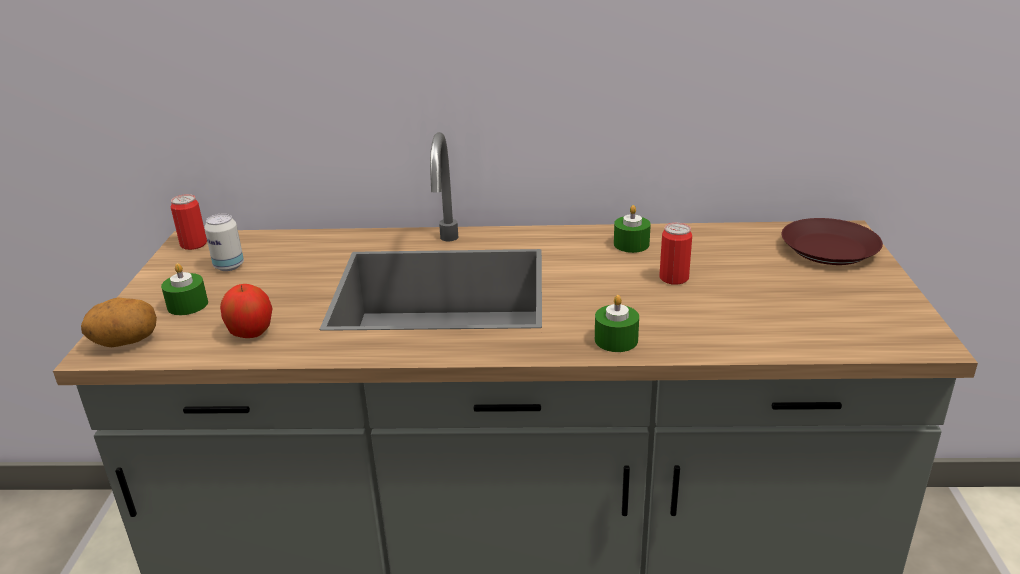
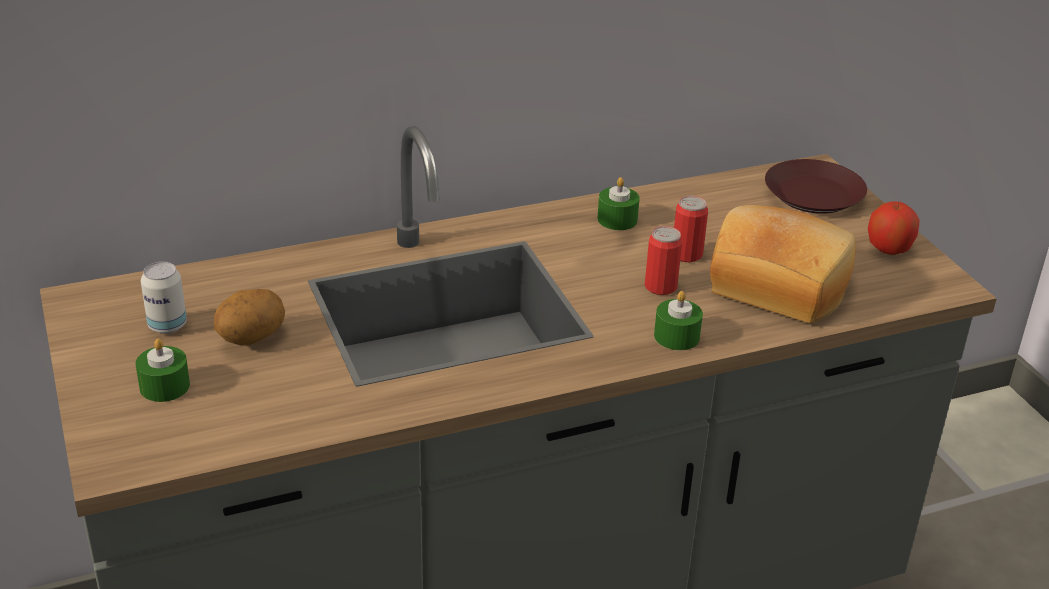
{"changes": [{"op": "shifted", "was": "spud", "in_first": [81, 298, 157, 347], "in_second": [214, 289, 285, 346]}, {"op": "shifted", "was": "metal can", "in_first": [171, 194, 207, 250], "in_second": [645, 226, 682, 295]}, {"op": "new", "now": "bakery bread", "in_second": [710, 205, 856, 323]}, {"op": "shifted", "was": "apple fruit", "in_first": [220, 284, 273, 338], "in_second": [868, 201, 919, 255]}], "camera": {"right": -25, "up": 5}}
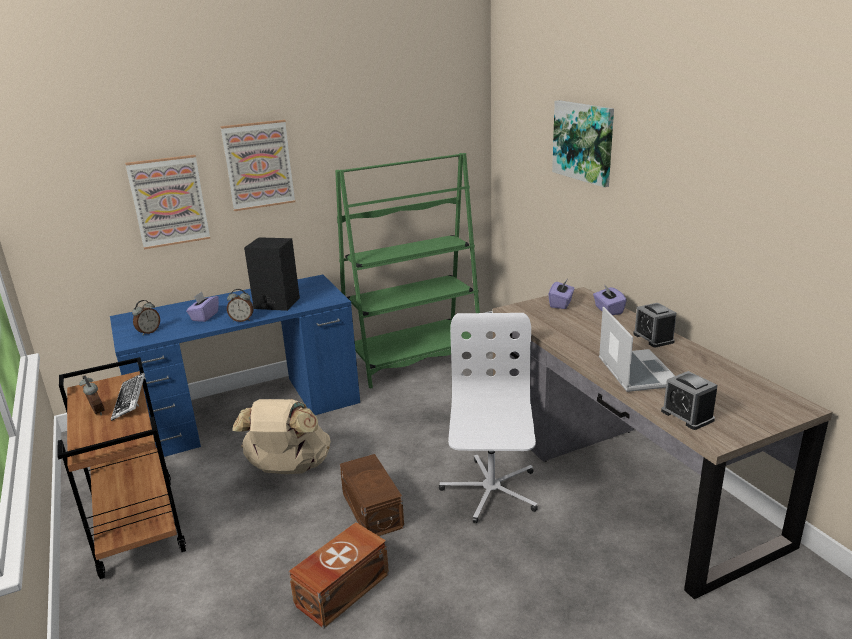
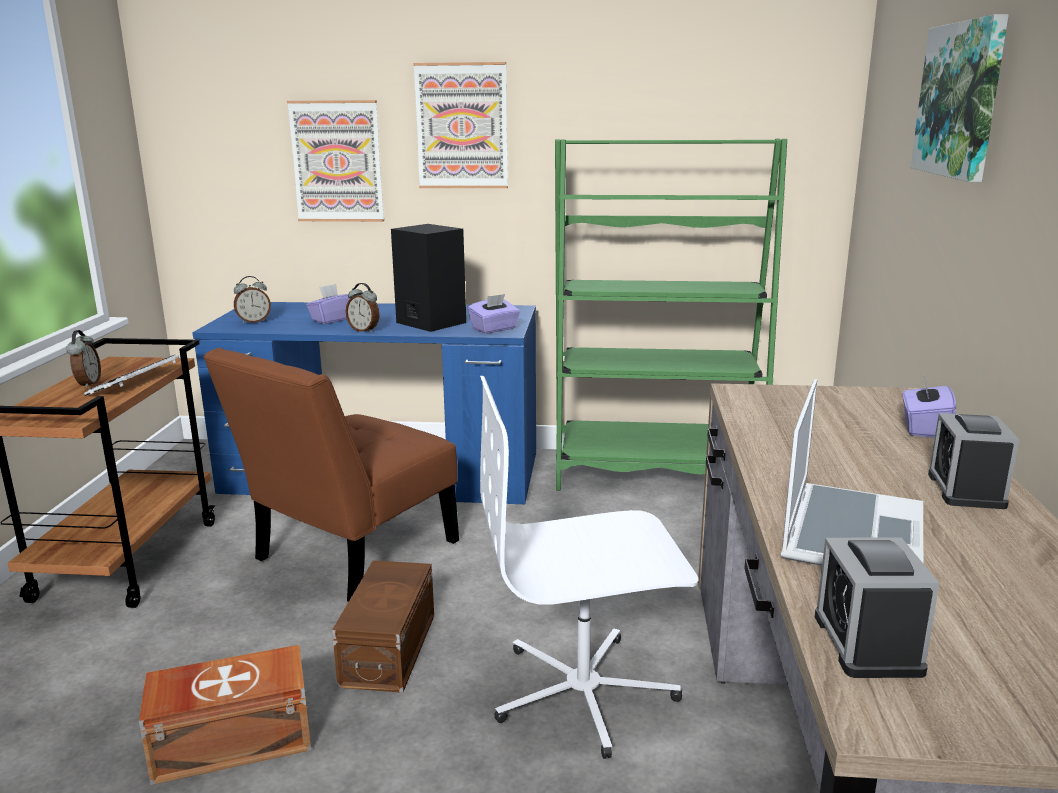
{"changes": [{"op": "swapped", "was": "beige-coloured backpack", "now": "brown upright chair", "in_first": [232, 399, 331, 474], "in_second": [204, 348, 459, 602]}, {"op": "shifted", "was": "purple tissue holder", "in_first": [548, 280, 575, 309], "in_second": [468, 294, 520, 334]}, {"op": "rotated", "was": "whitish desk chair", "in_first": [439, 313, 538, 523], "in_second": [480, 376, 698, 759], "clockwise": -135}], "camera": {"right": 30, "up": -5}}
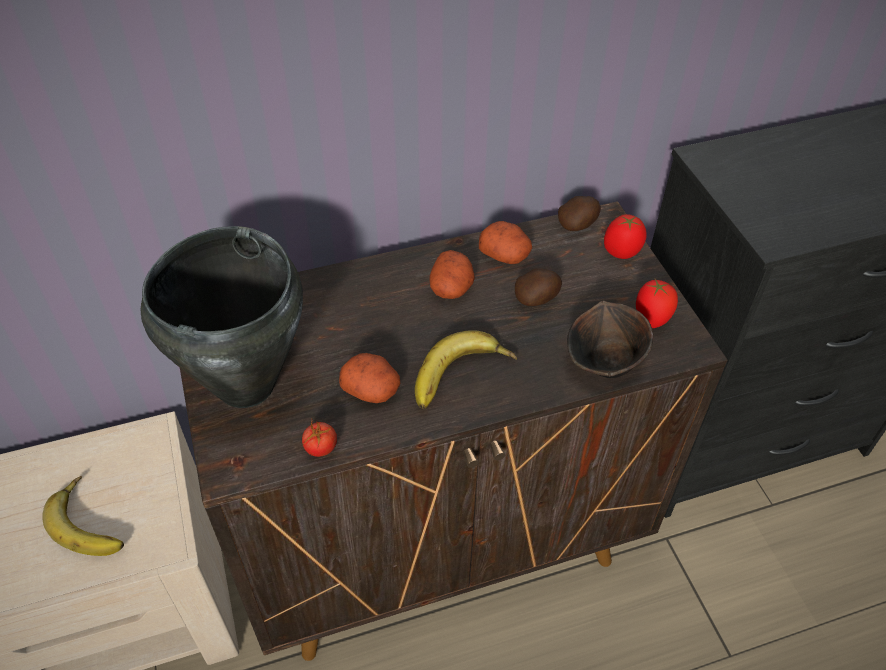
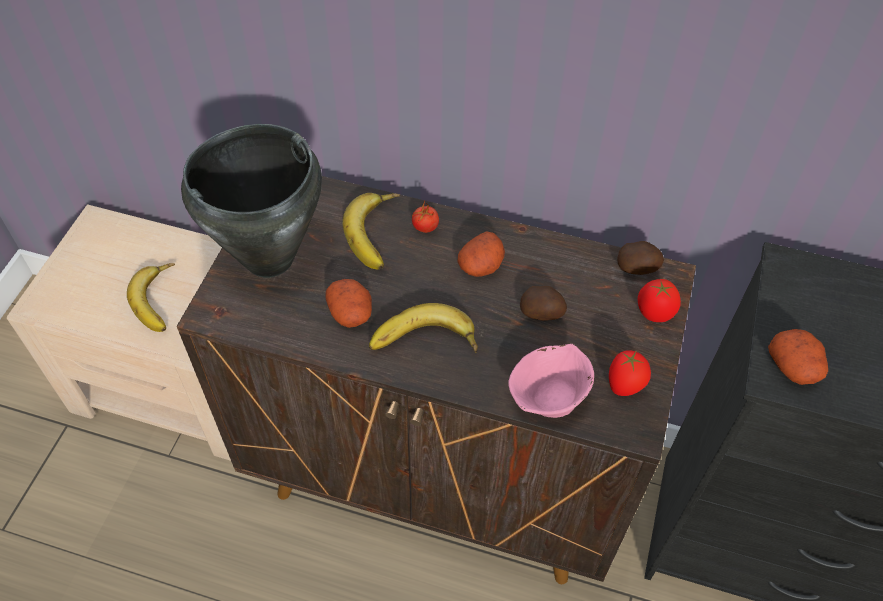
{"changes": [{"op": "new", "now": "banana", "in_second": [342, 193, 400, 269]}, {"op": "shifted", "was": "fresh tomato", "in_first": [302, 418, 337, 457], "in_second": [412, 201, 439, 233]}, {"op": "repainted", "was": "brown serving bowl", "now": "pink-coloured serving bowl", "in_first": [567, 301, 653, 378], "in_second": [508, 344, 594, 418]}, {"op": "shifted", "was": "spud", "in_first": [479, 221, 532, 264], "in_second": [768, 329, 828, 385]}], "camera": {"right": 35, "up": 5}}
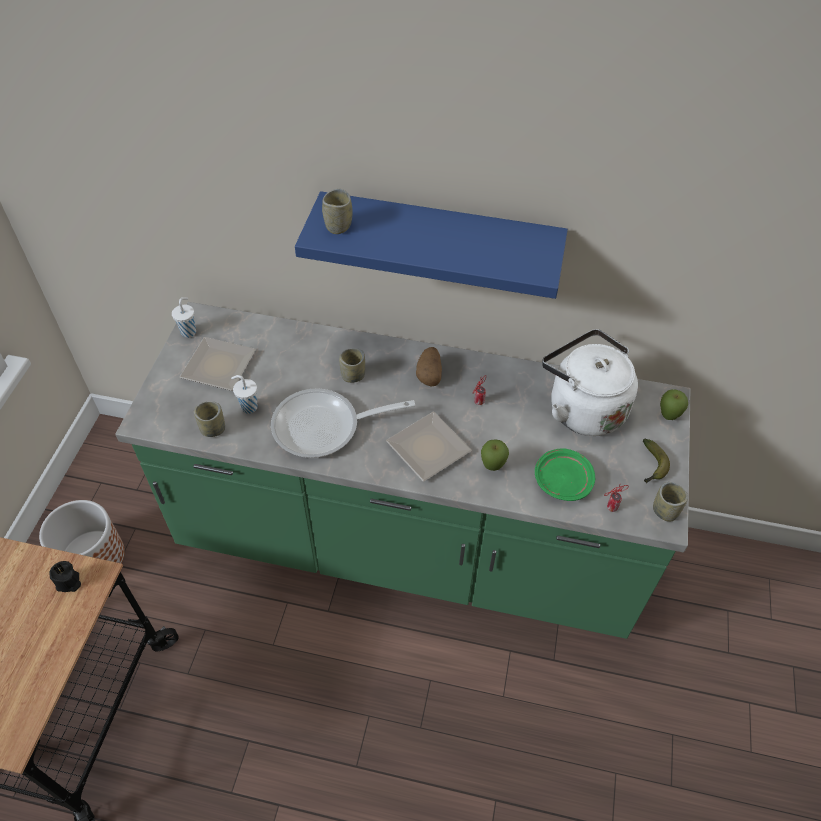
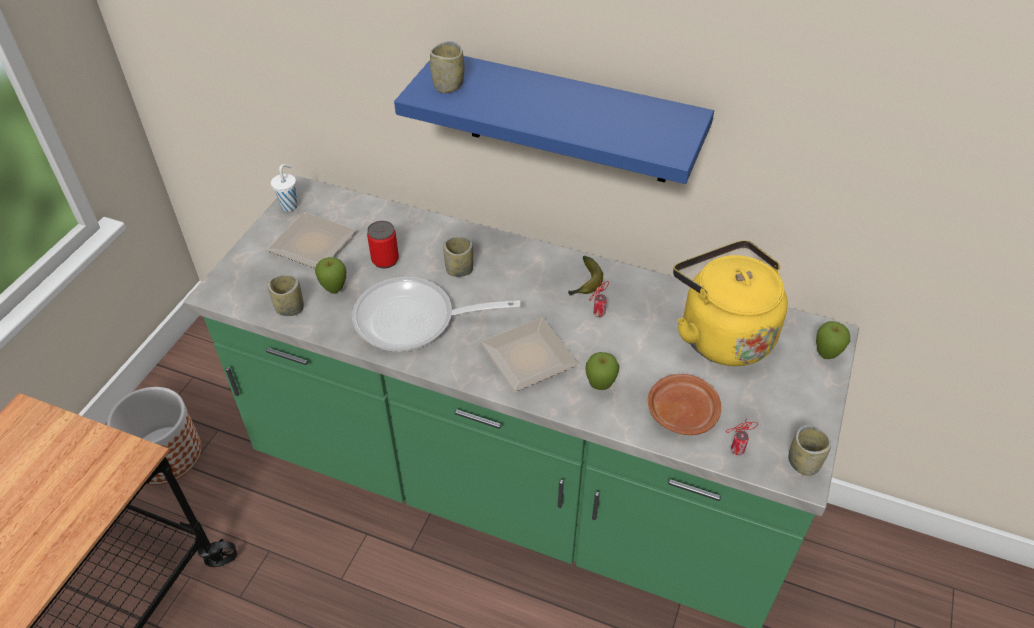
{"changes": [{"op": "swapped", "was": "whitish small cup", "now": "apple fruit", "in_first": [231, 375, 258, 414], "in_second": [315, 257, 346, 294]}, {"op": "new", "now": "metal can", "in_second": [367, 221, 399, 269]}, {"op": "shifted", "was": "banana", "in_first": [643, 439, 670, 483], "in_second": [568, 256, 603, 296]}, {"op": "repainted", "was": "green dinner plate", "now": "brown dinner plate", "in_first": [535, 448, 595, 501], "in_second": [648, 374, 721, 435]}, {"op": "repainted", "was": "whitish tea kettle", "now": "yellow-coloured tea kettle", "in_first": [542, 329, 638, 436], "in_second": [673, 240, 788, 366]}, {"op": "gone", "was": "black-coloured candle", "in_first": [49, 561, 81, 592]}, {"op": "gone", "was": "spud", "in_first": [416, 347, 442, 386]}], "camera": {"right": 10, "up": -5}}
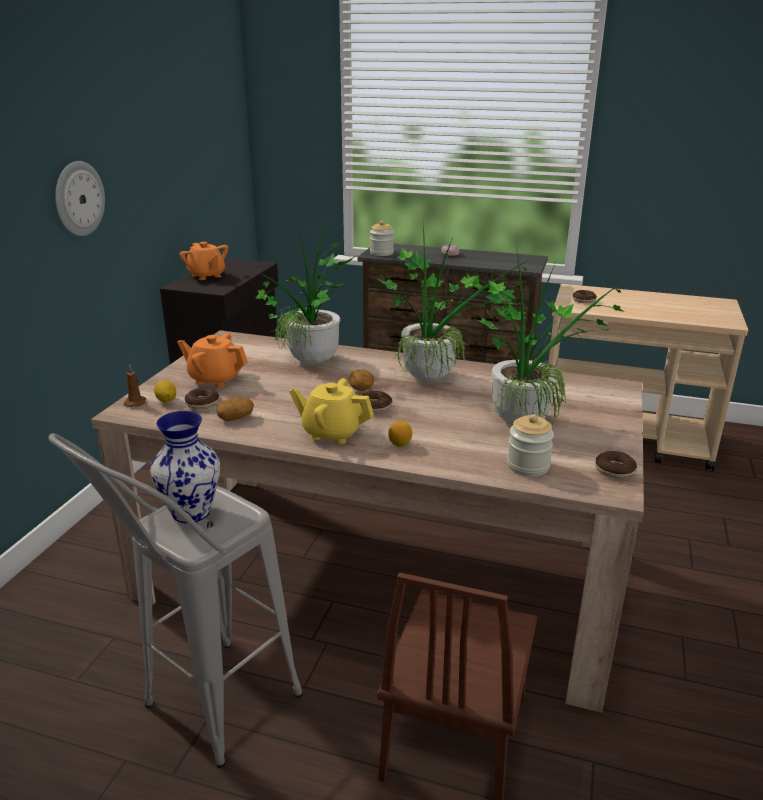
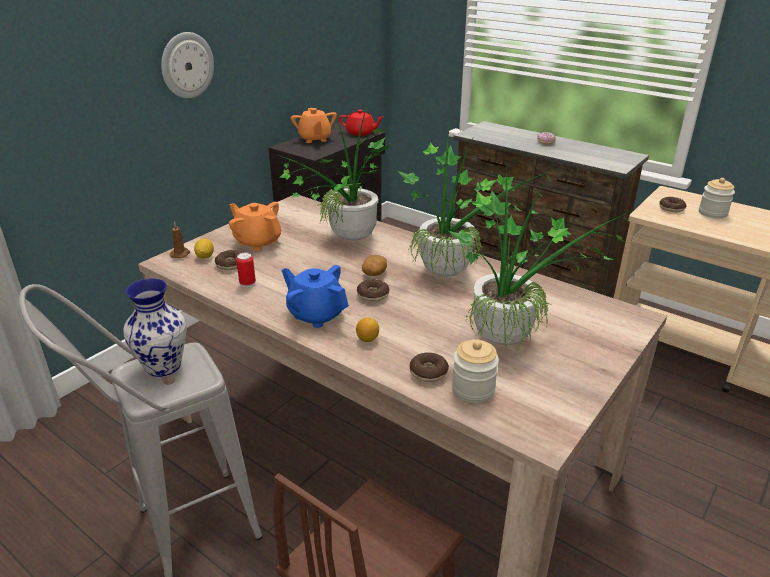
{"changes": [{"op": "swapped", "was": "spud", "now": "metal can", "in_first": [216, 398, 254, 421], "in_second": [236, 252, 256, 288]}, {"op": "repainted", "was": "yellow-coloured pot for tea", "now": "blue pot for tea", "in_first": [289, 378, 374, 444], "in_second": [282, 265, 349, 328]}, {"op": "new", "now": "red pot for tea", "in_second": [339, 109, 384, 136]}, {"op": "shifted", "was": "donut", "in_first": [595, 451, 637, 478], "in_second": [410, 352, 449, 382]}, {"op": "shifted", "was": "preserve jar", "in_first": [370, 221, 394, 256], "in_second": [699, 178, 735, 218]}], "camera": {"right": 20, "up": 5}}
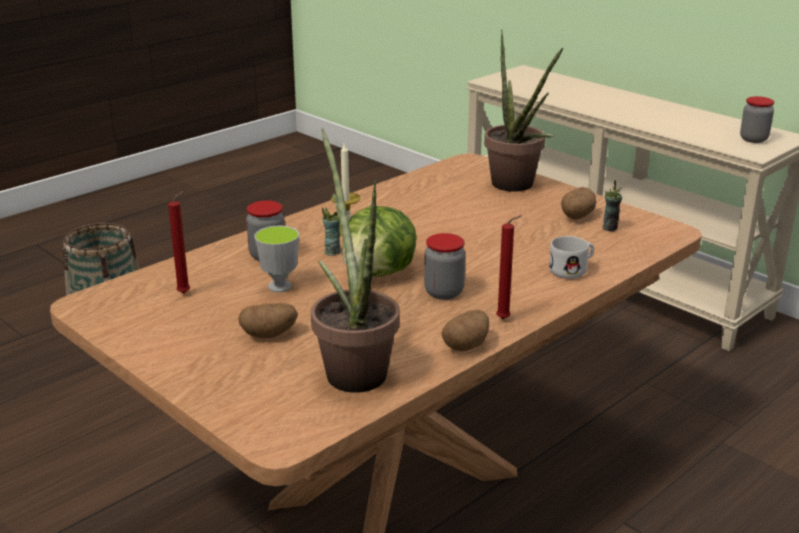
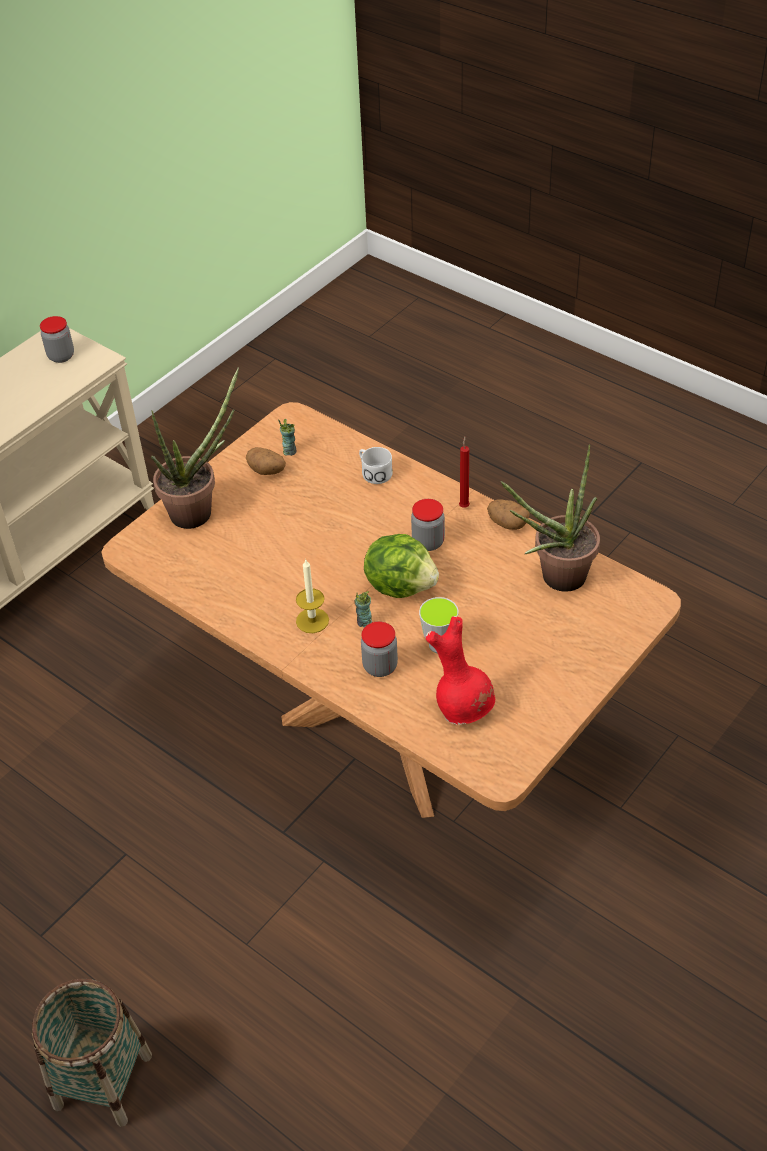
{"changes": [{"op": "swapped", "was": "red candle", "now": "red decorative vase", "in_first": [168, 191, 190, 294], "in_second": [426, 616, 495, 725]}, {"op": "gone", "was": "spud", "in_first": [239, 303, 298, 338]}], "camera": {"right": -95, "up": 20}}
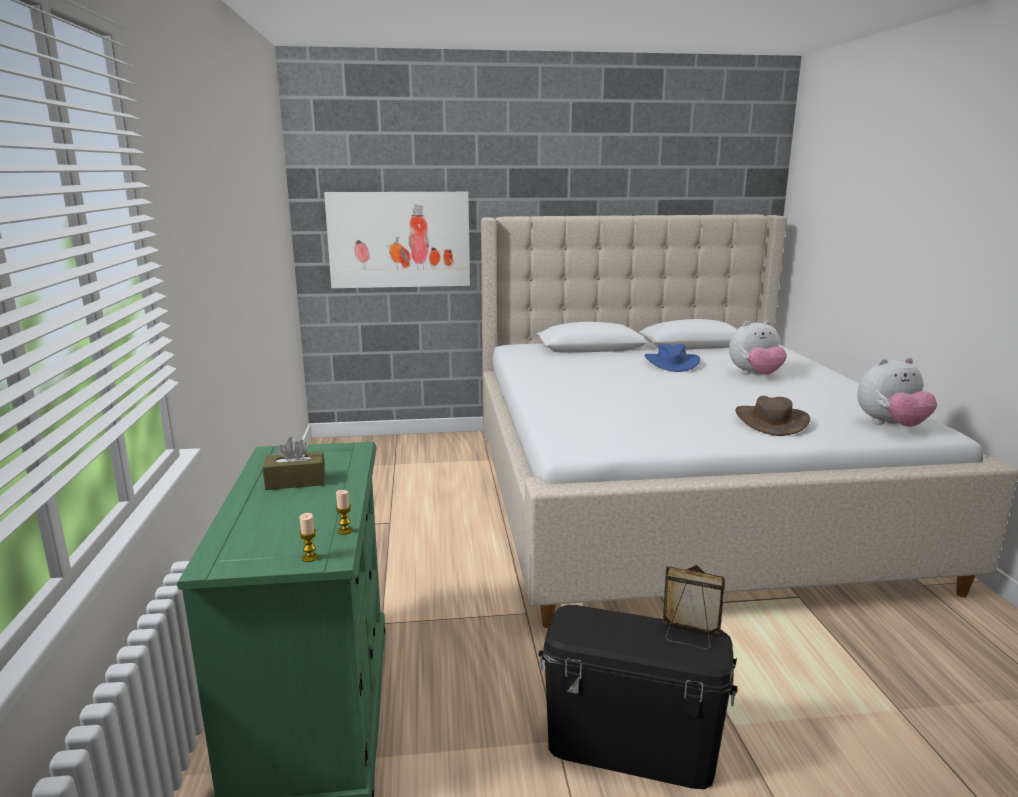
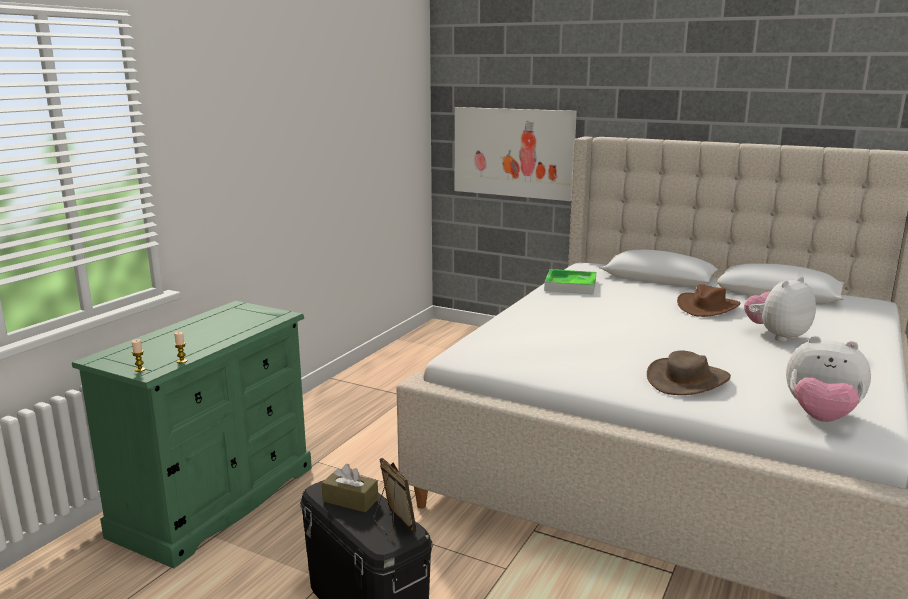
{"changes": [{"op": "shifted", "was": "brown tissue holder", "in_first": [263, 437, 325, 490], "in_second": [322, 464, 378, 512]}, {"op": "new", "now": "serving tray", "in_second": [544, 269, 596, 294]}, {"op": "repainted", "was": "blue hat", "now": "brown hat", "in_first": [645, 344, 700, 372], "in_second": [677, 284, 740, 317]}, {"op": "rotated", "was": "cuddly toy", "in_first": [729, 320, 787, 375], "in_second": [744, 277, 816, 342], "clockwise": 120}], "camera": {"right": 35, "up": 0}}
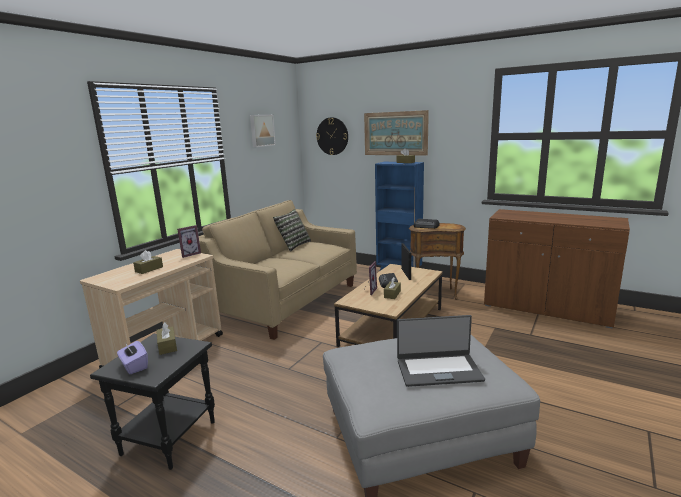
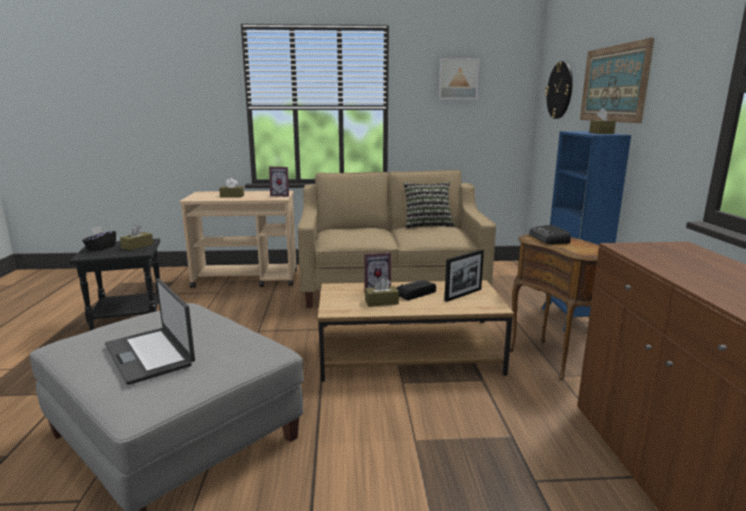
{"changes": [{"op": "repainted", "was": "purple tissue holder", "now": "black-coloured tissue holder", "in_first": [117, 341, 148, 374], "in_second": [82, 226, 116, 251]}], "camera": {"right": 55, "up": 0}}
